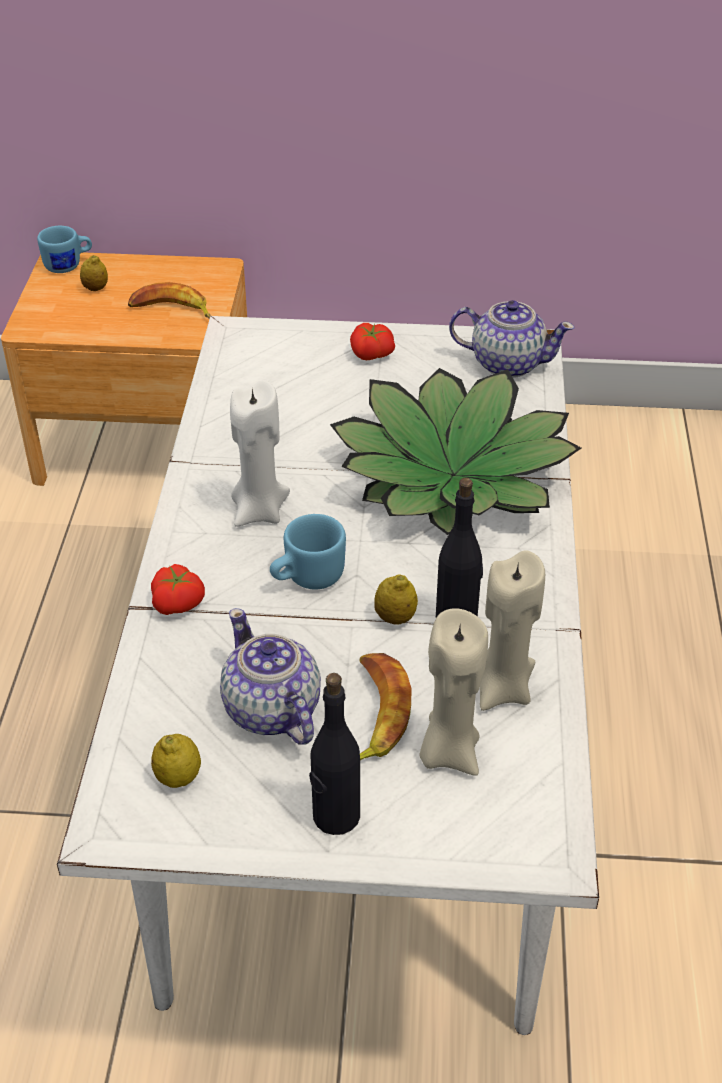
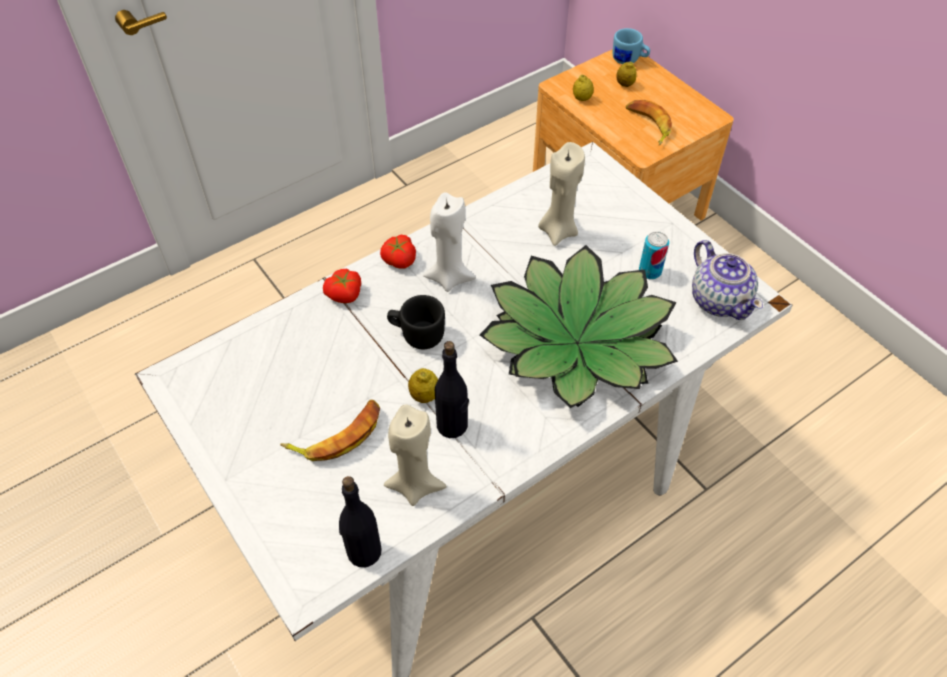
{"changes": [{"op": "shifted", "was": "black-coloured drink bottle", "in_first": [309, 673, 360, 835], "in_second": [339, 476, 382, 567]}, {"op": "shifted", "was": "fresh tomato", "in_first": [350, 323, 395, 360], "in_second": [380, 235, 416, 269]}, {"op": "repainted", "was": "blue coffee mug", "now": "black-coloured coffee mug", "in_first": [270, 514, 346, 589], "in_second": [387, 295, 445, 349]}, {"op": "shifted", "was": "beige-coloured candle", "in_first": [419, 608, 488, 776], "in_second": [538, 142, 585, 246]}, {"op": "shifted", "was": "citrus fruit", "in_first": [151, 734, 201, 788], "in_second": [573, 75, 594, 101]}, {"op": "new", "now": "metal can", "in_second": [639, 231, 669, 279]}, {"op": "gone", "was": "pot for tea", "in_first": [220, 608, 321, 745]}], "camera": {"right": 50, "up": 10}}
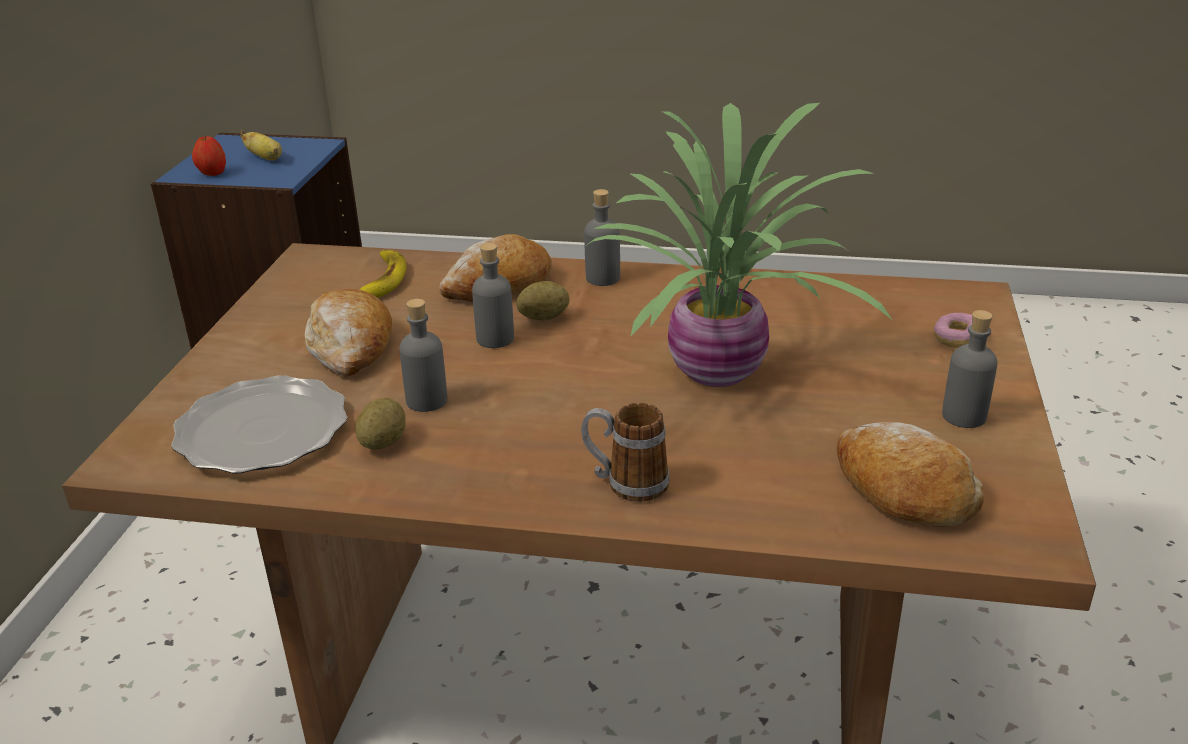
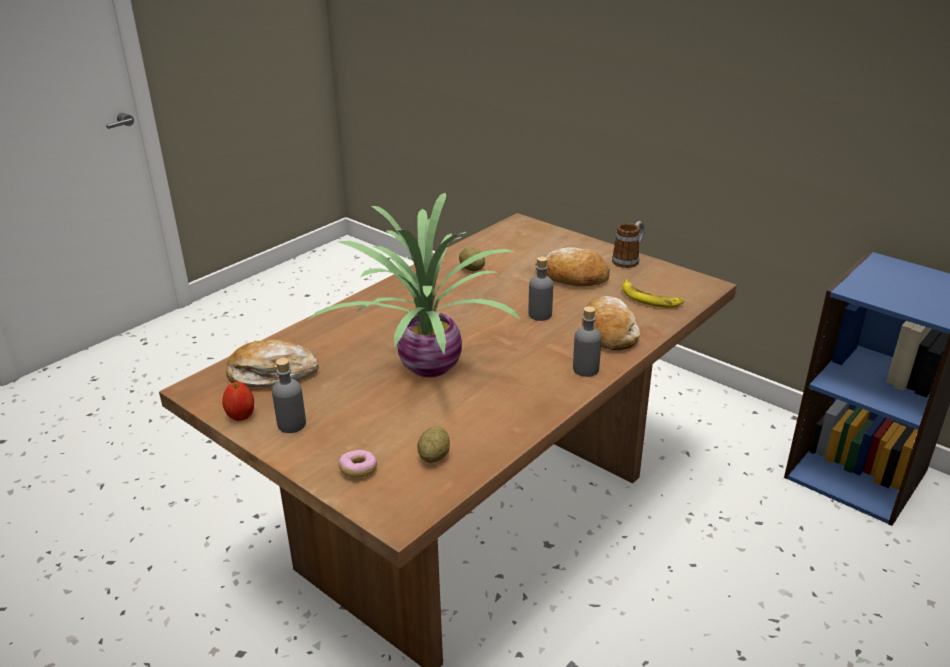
{"changes": [{"op": "shifted", "was": "apple fruit", "in_first": [192, 136, 226, 176], "in_second": [222, 382, 254, 421]}, {"op": "shifted", "was": "spud", "in_first": [516, 281, 570, 321], "in_second": [417, 426, 450, 463]}, {"op": "shifted", "was": "coffee mug", "in_first": [581, 402, 670, 502], "in_second": [612, 221, 645, 268]}, {"op": "gone", "was": "dinner plate", "in_first": [171, 375, 347, 473]}, {"op": "gone", "was": "banana", "in_first": [240, 130, 282, 160]}, {"op": "gone", "was": "gray drink bottle", "in_first": [399, 299, 447, 412]}], "camera": {"right": 120, "up": 0}}
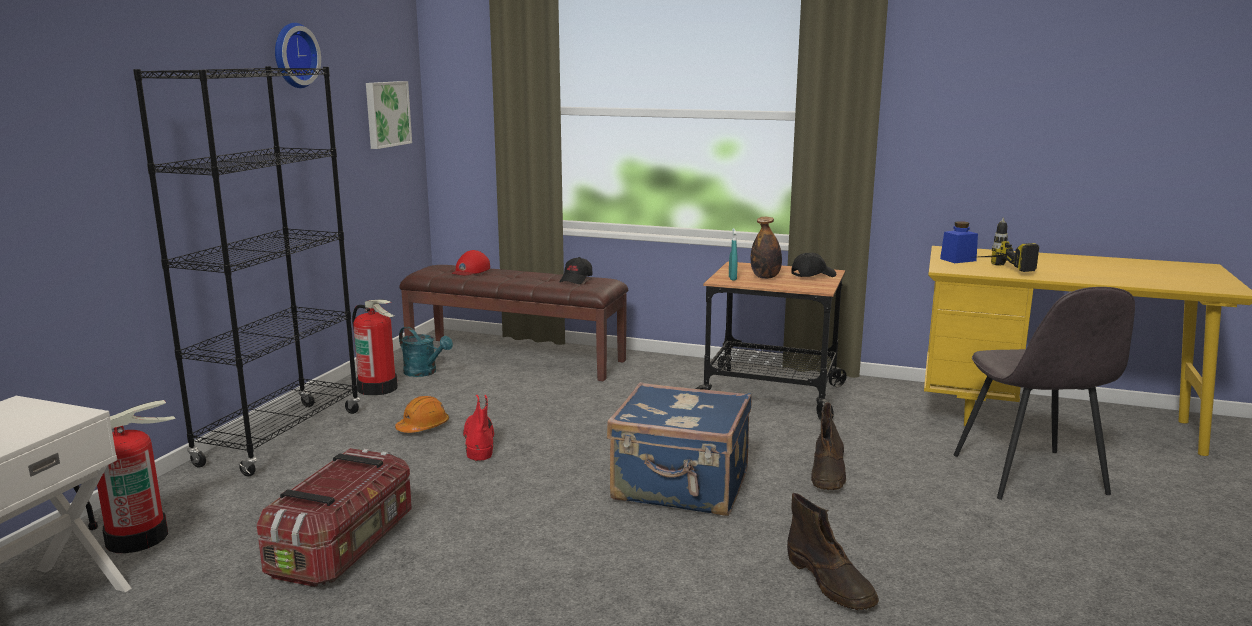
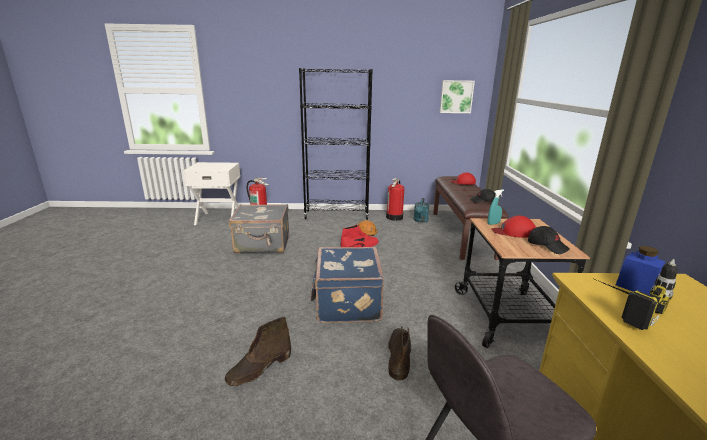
{"changes": [{"op": "swapped", "was": "storage bin", "now": "gray piece of luggage", "in_first": [257, 448, 412, 587], "in_second": [229, 204, 289, 253]}, {"op": "rotated", "was": "brown high-top boot", "in_first": [811, 402, 846, 490], "in_second": [388, 326, 411, 381], "clockwise": 105}, {"op": "swapped", "was": "drink bottle", "now": "red cap", "in_first": [751, 217, 782, 279], "in_second": [491, 216, 536, 238]}, {"op": "gone", "was": "hanging clock", "in_first": [275, 23, 321, 88]}], "camera": {"right": 70, "up": 5}}
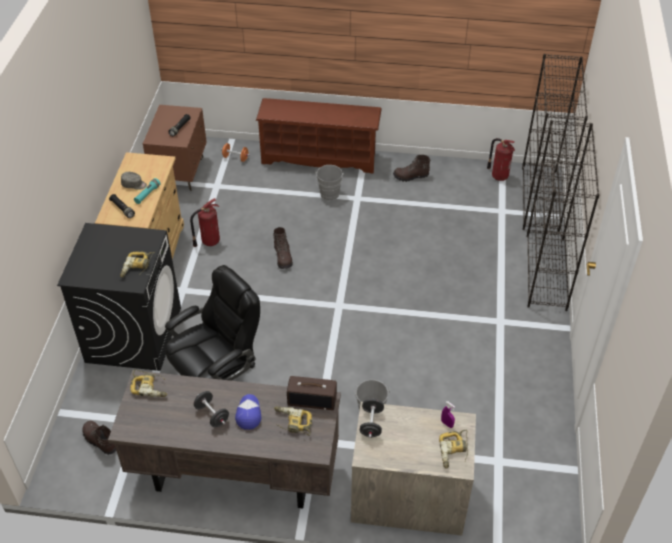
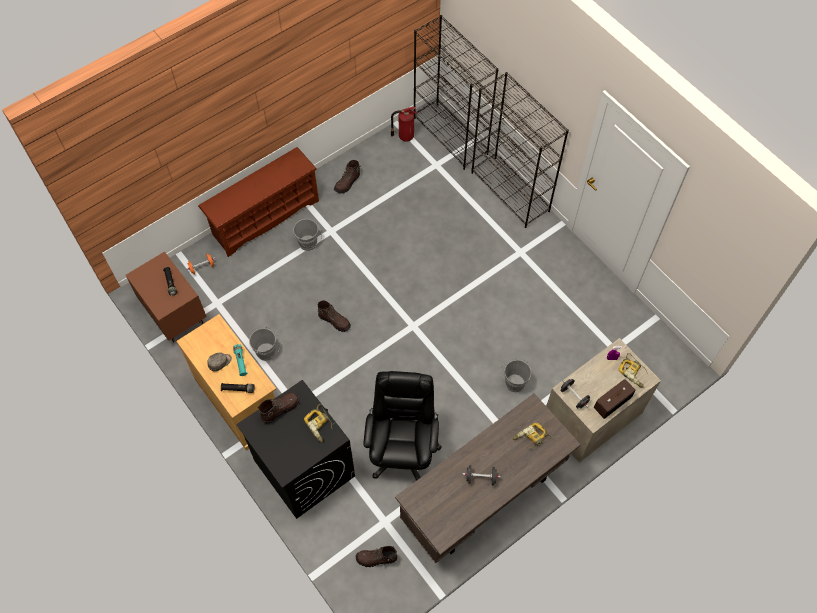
{"changes": [{"op": "swapped", "was": "fire-fighting cylinder", "now": "gray water bucket", "in_first": [190, 198, 220, 247], "in_second": [249, 326, 281, 361]}, {"op": "new", "now": "brown high-top boot", "in_second": [258, 393, 300, 424]}, {"op": "shifted", "was": "radio set", "in_first": [287, 376, 337, 410], "in_second": [594, 379, 635, 419]}, {"op": "gone", "was": "electric drill", "in_first": [130, 369, 167, 397]}, {"op": "gone", "was": "cap", "in_first": [235, 394, 261, 430]}], "camera": {"right": -45, "up": 15}}
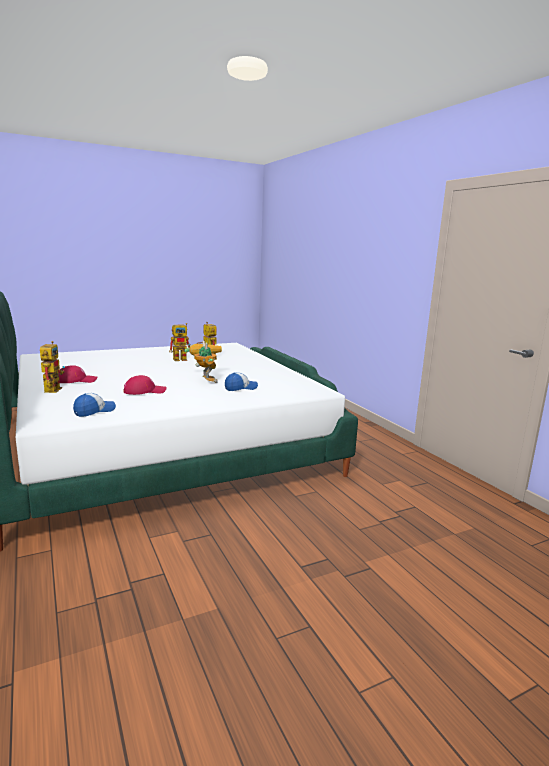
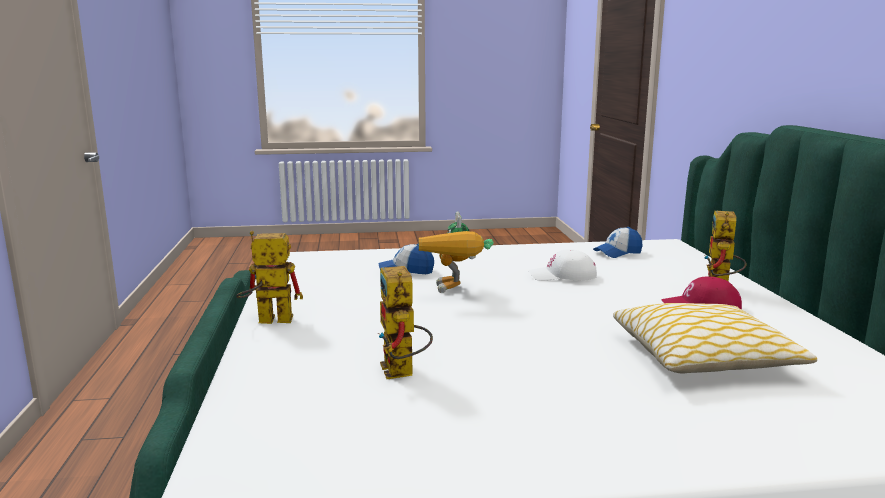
{"changes": [{"op": "shifted", "was": "toy robot", "in_first": [169, 323, 191, 361], "in_second": [236, 231, 303, 324]}, {"op": "repainted", "was": "red cap", "now": "whitish cap", "in_first": [124, 375, 167, 395], "in_second": [529, 249, 597, 281]}, {"op": "new", "now": "pillow", "in_second": [613, 303, 817, 373]}], "camera": {"right": -160, "up": 0}}
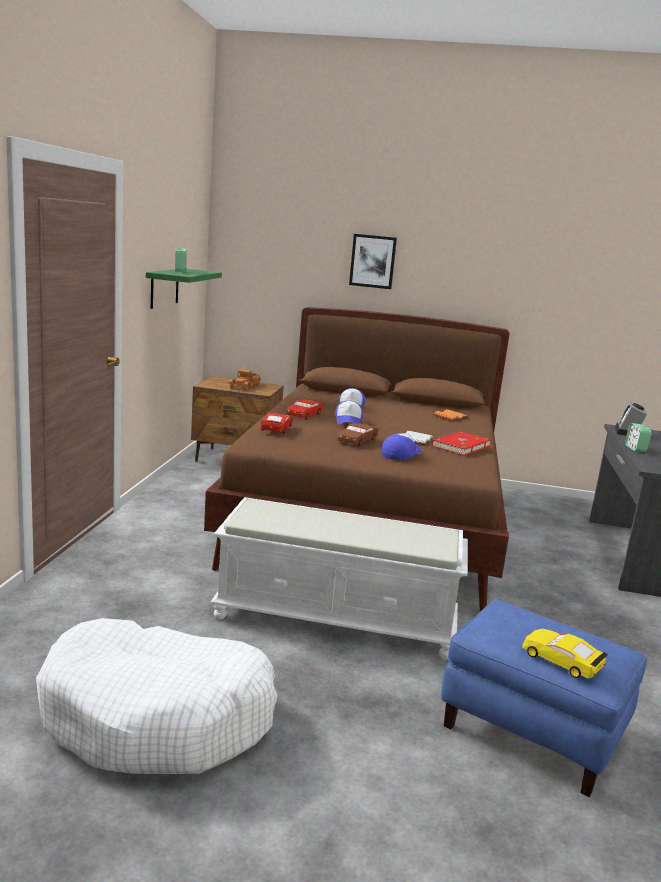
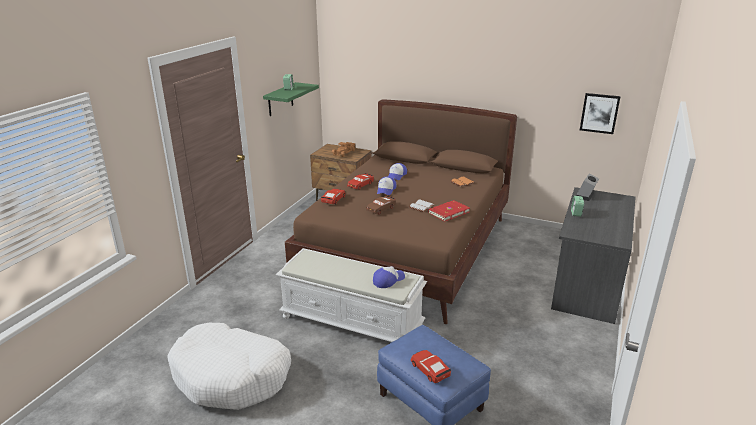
{"changes": [{"op": "shifted", "was": "cap", "in_first": [381, 433, 422, 460], "in_second": [373, 266, 405, 288]}, {"op": "repainted", "was": "yellow-coloured toy car", "now": "red toy car", "in_first": [522, 629, 608, 679], "in_second": [411, 350, 452, 383]}, {"op": "shifted", "was": "picture", "in_first": [349, 234, 397, 289], "in_second": [580, 93, 621, 134]}], "camera": {"right": 15, "up": 10}}
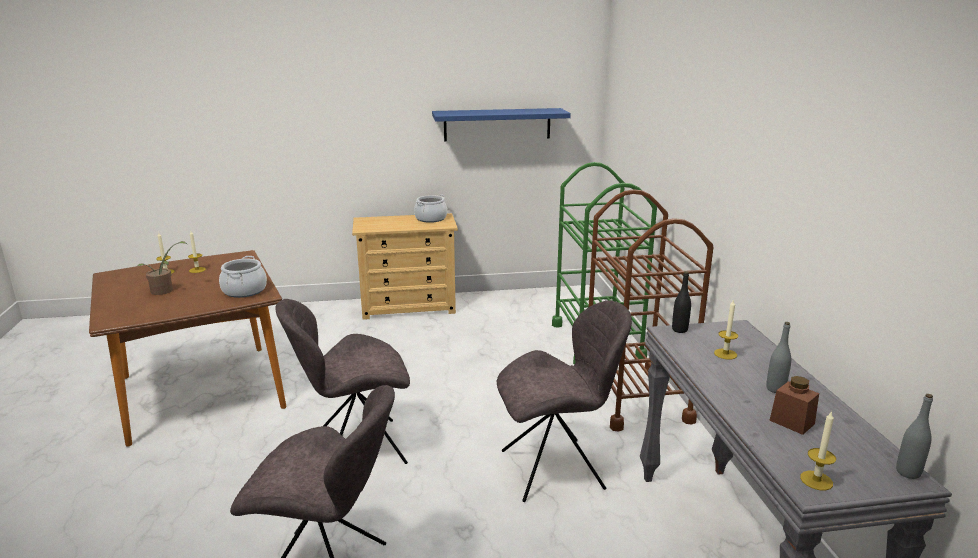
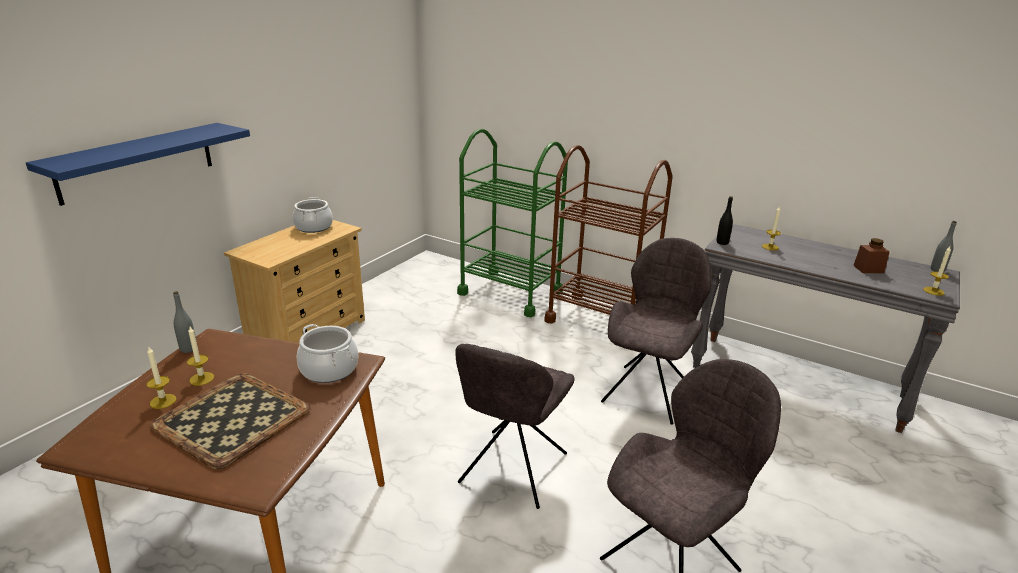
{"changes": [{"op": "shifted", "was": "blue bracket shelf", "in_first": [432, 108, 571, 142], "in_second": [26, 123, 250, 206]}, {"op": "swapped", "was": "plant in a pot", "now": "serving tray", "in_first": [137, 241, 187, 295], "in_second": [150, 373, 310, 469]}, {"op": "shifted", "was": "gray drink bottle", "in_first": [766, 322, 791, 393], "in_second": [173, 291, 197, 353]}], "camera": {"right": -50, "up": 5}}
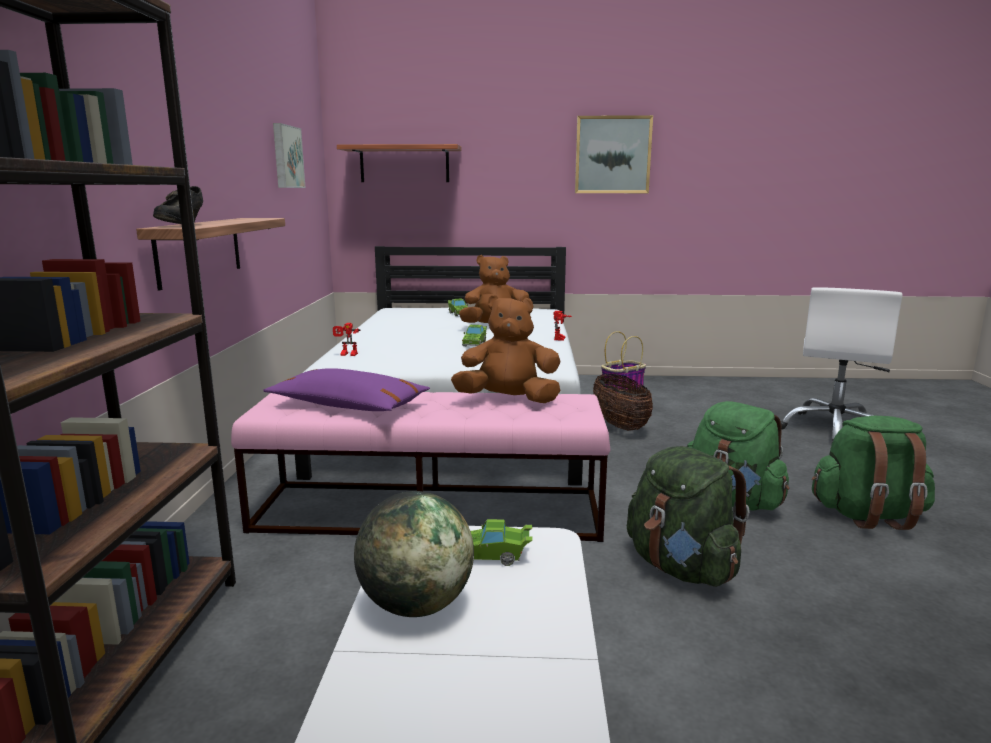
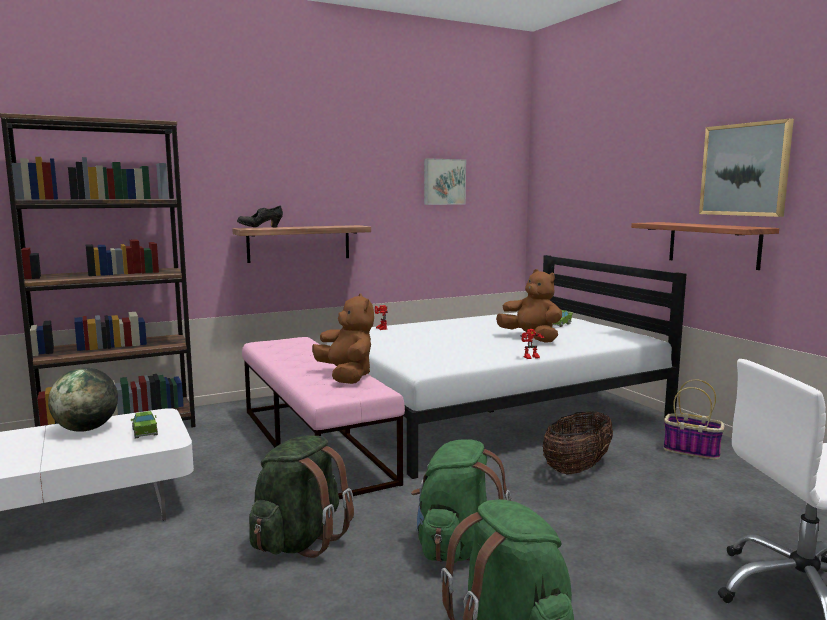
{"changes": [{"op": "shifted", "was": "bracket shelf", "in_first": [337, 144, 462, 182], "in_second": [631, 222, 779, 270]}, {"op": "gone", "was": "purple pillow", "in_first": [264, 368, 430, 411]}, {"op": "gone", "was": "green toy car", "in_first": [462, 325, 487, 346]}], "camera": {"right": 60, "up": -5}}
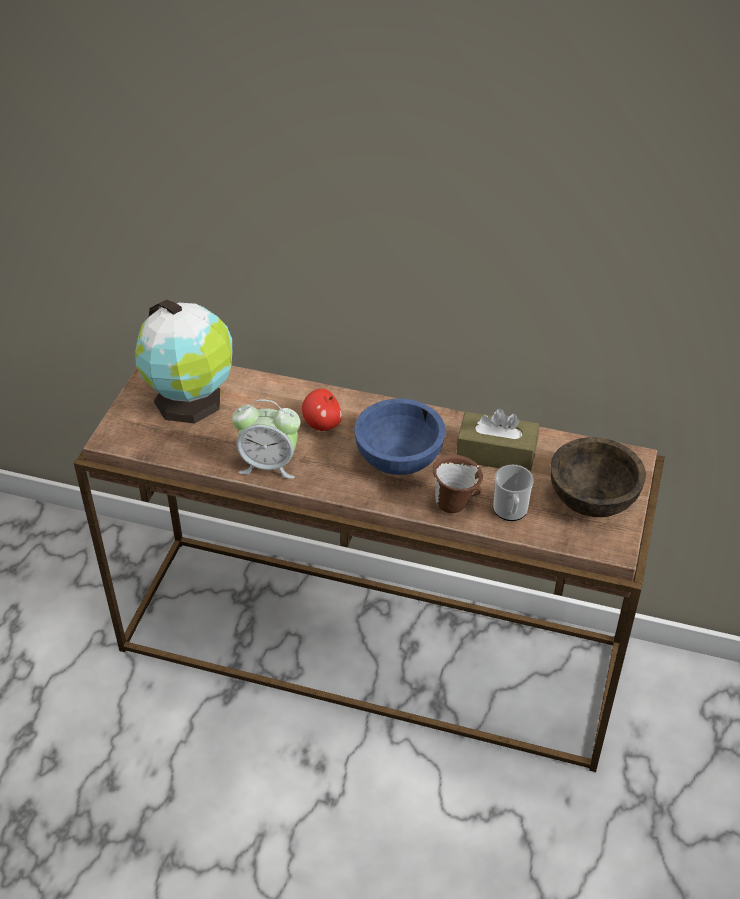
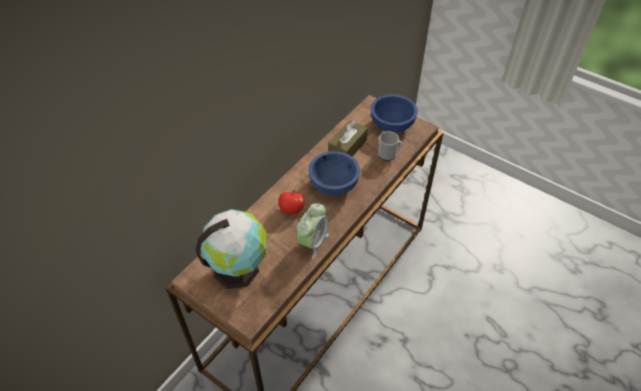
{"changes": [{"op": "repainted", "was": "brown serving bowl", "now": "blue serving bowl", "in_first": [550, 437, 646, 517], "in_second": [371, 94, 418, 133]}, {"op": "gone", "was": "brown coffee mug", "in_first": [432, 455, 483, 513]}], "camera": {"right": -70, "up": 5}}
